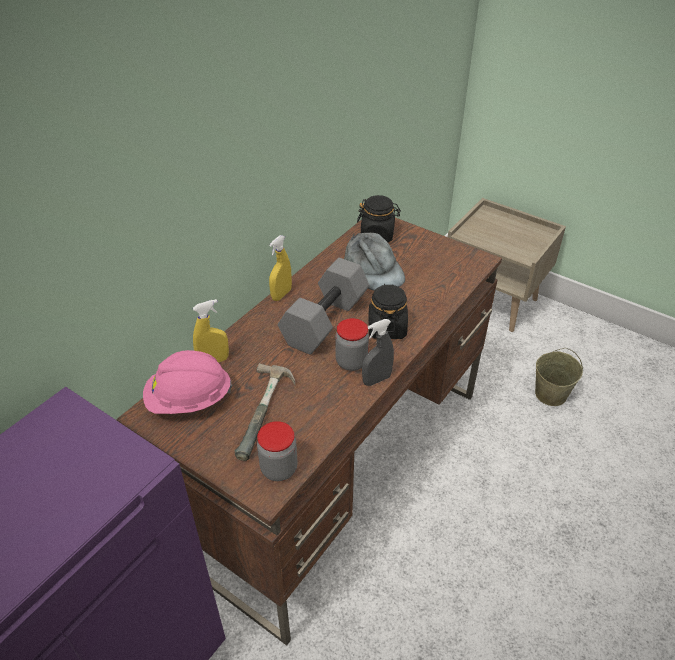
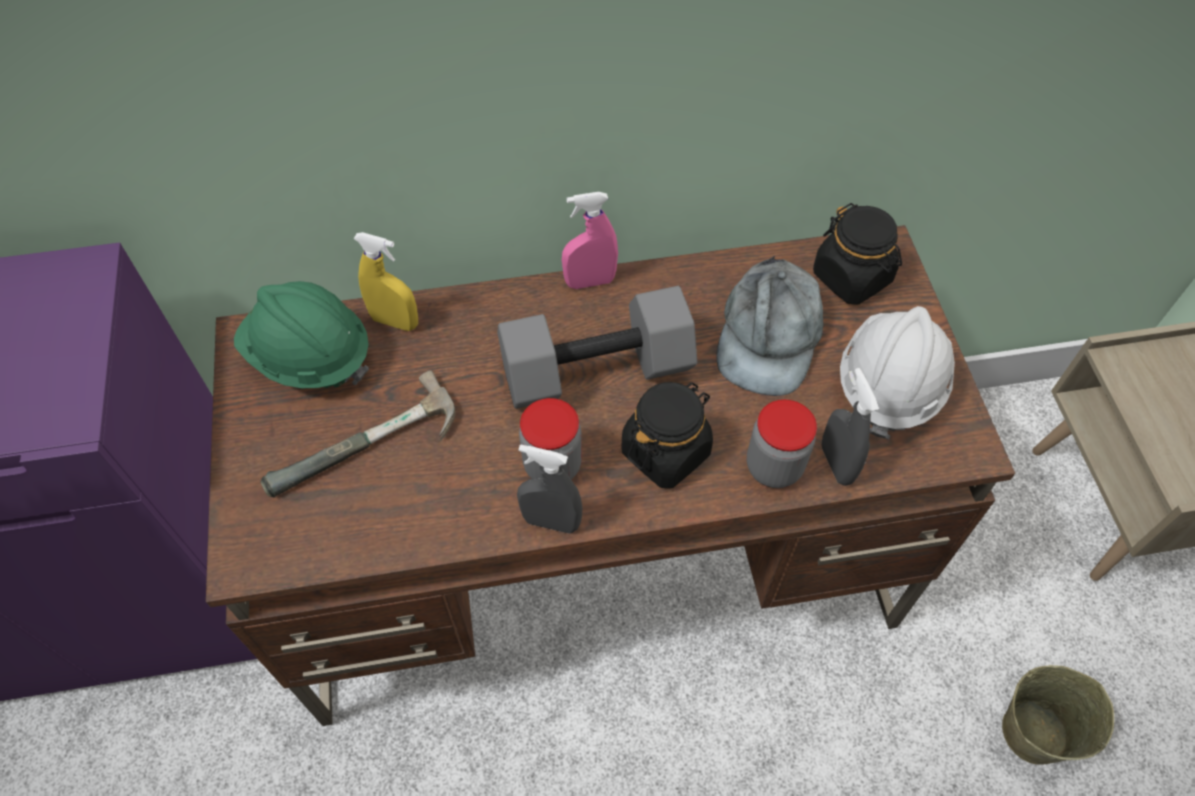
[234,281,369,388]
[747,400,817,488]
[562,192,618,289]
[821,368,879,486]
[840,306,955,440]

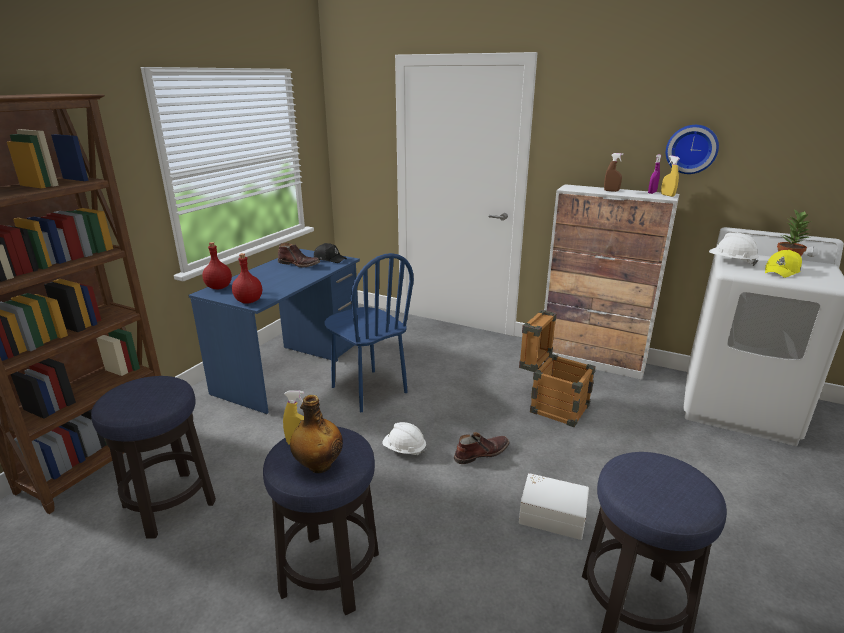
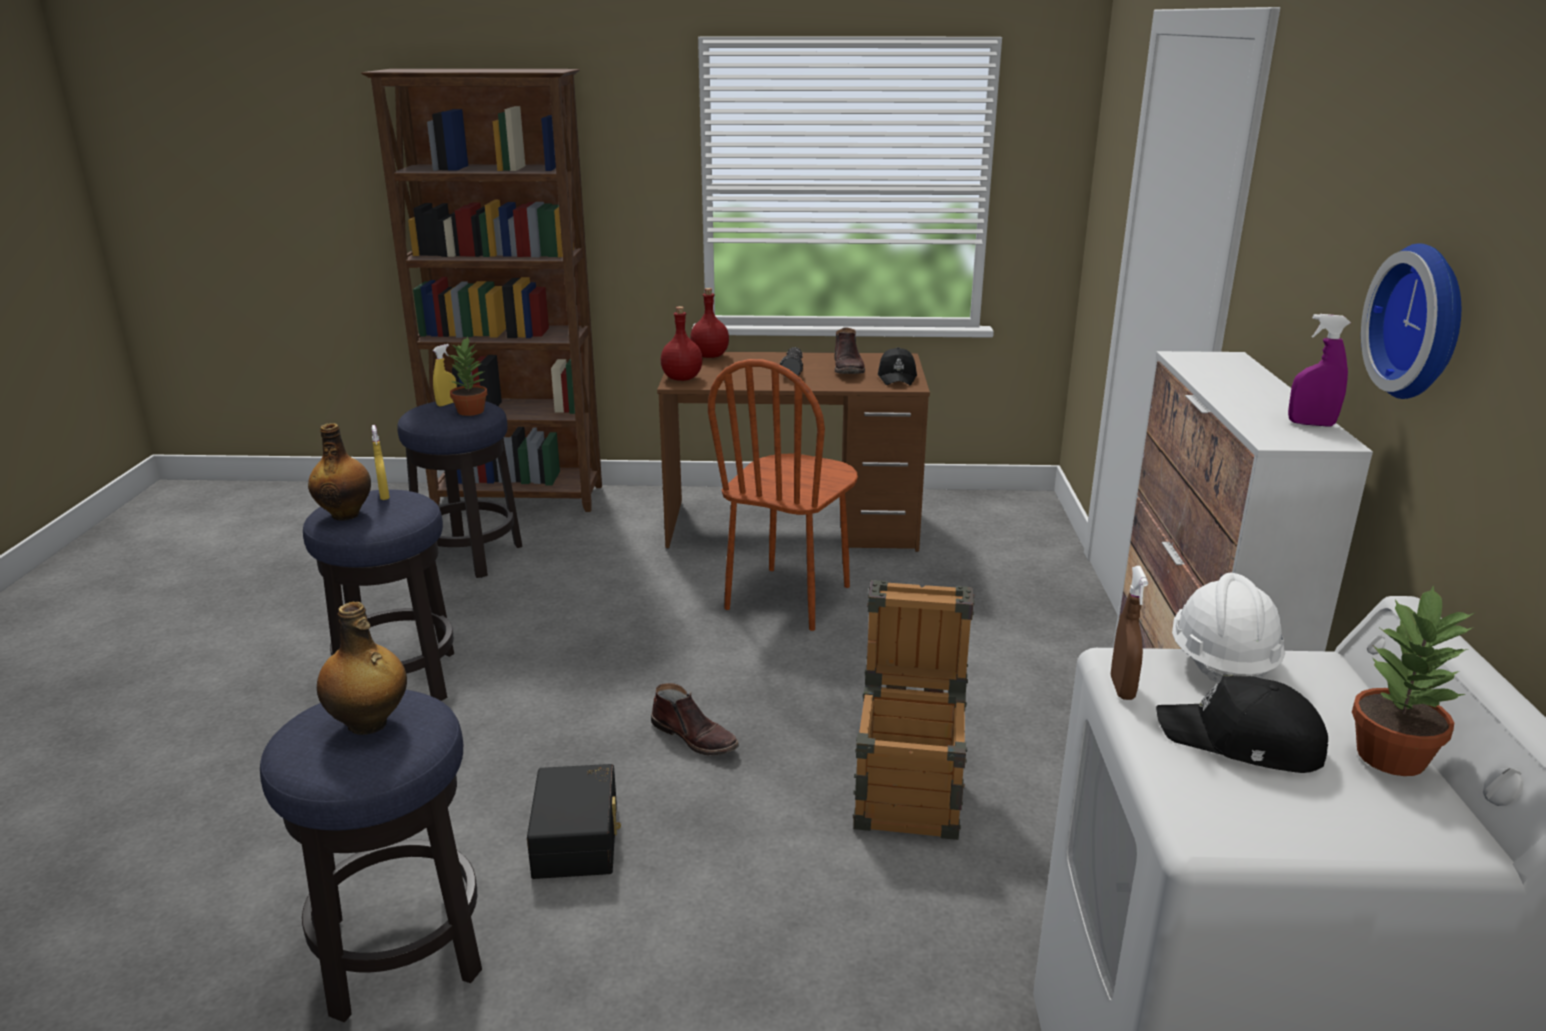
[657,352,930,552]
[708,359,858,631]
[382,422,426,455] (first image)
[527,764,621,879]
[1111,566,1148,700]
[433,344,457,406]
[1156,676,1328,773]
[317,602,407,735]
[447,337,487,416]
[780,347,803,377]

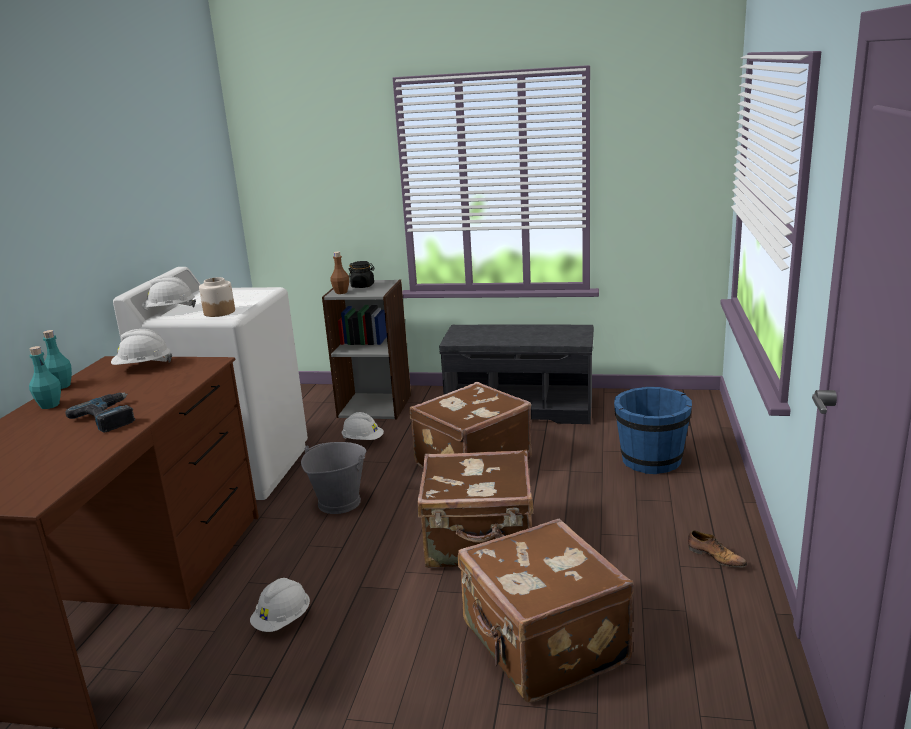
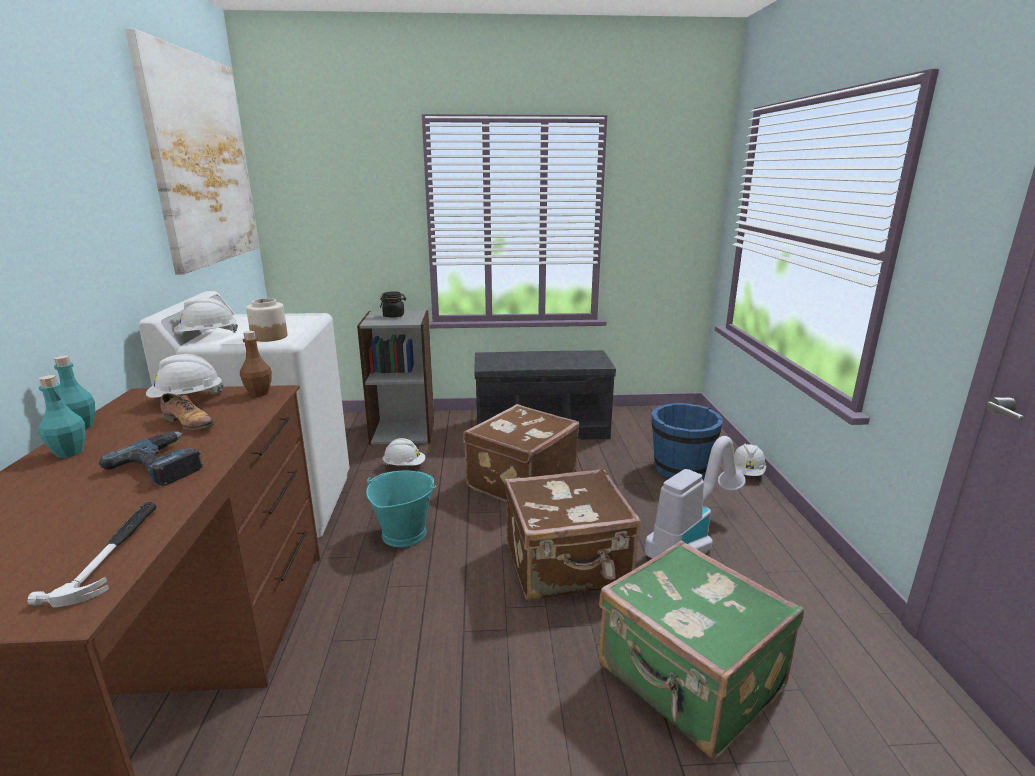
[734,444,766,476]
[366,470,436,547]
[240,331,272,397]
[599,540,804,759]
[160,393,214,430]
[27,502,156,607]
[125,28,259,275]
[645,436,746,558]

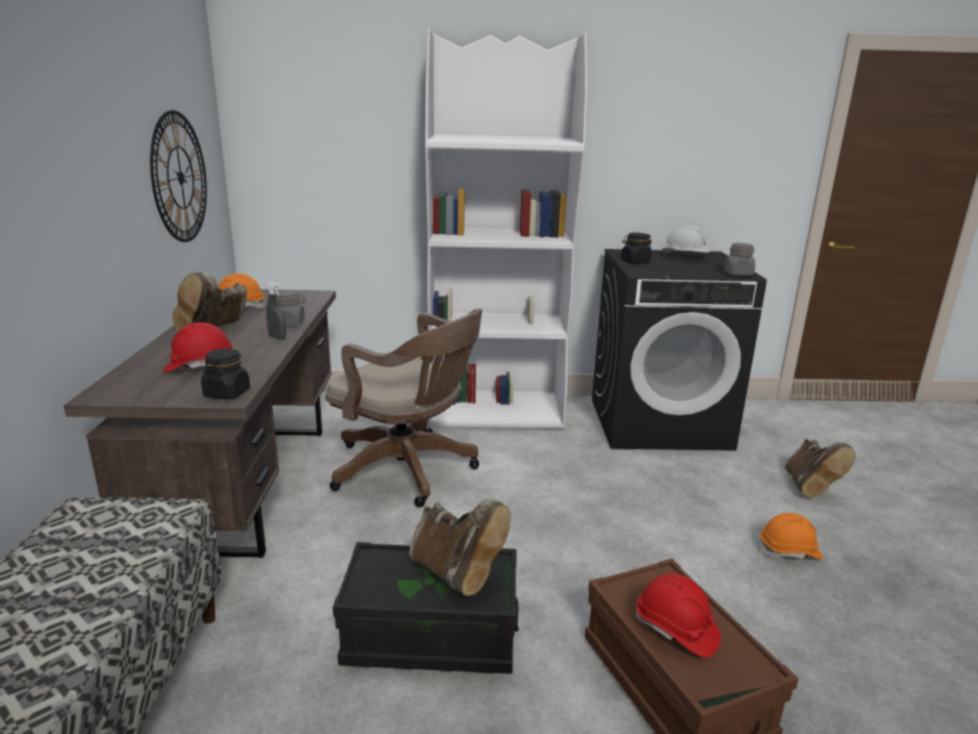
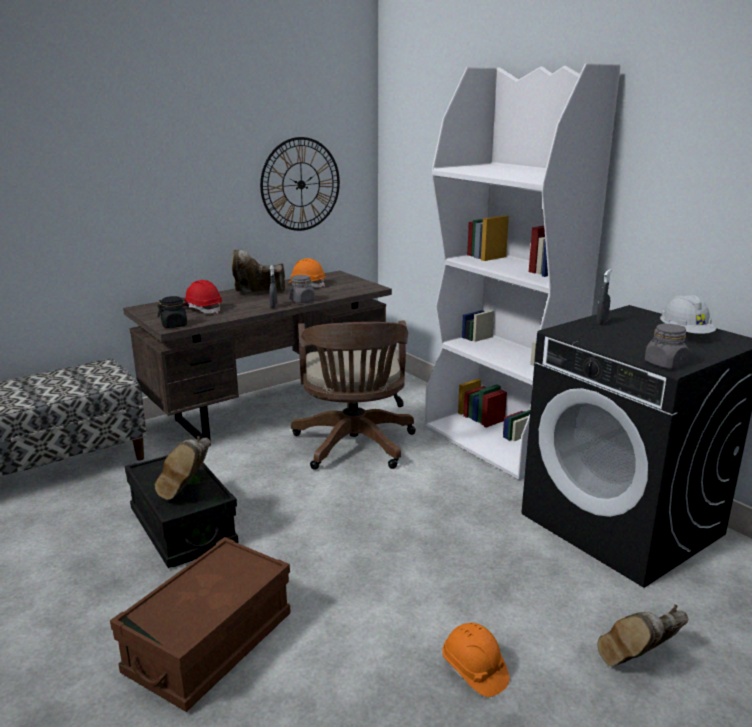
[596,269,612,325]
[636,574,721,658] (first image)

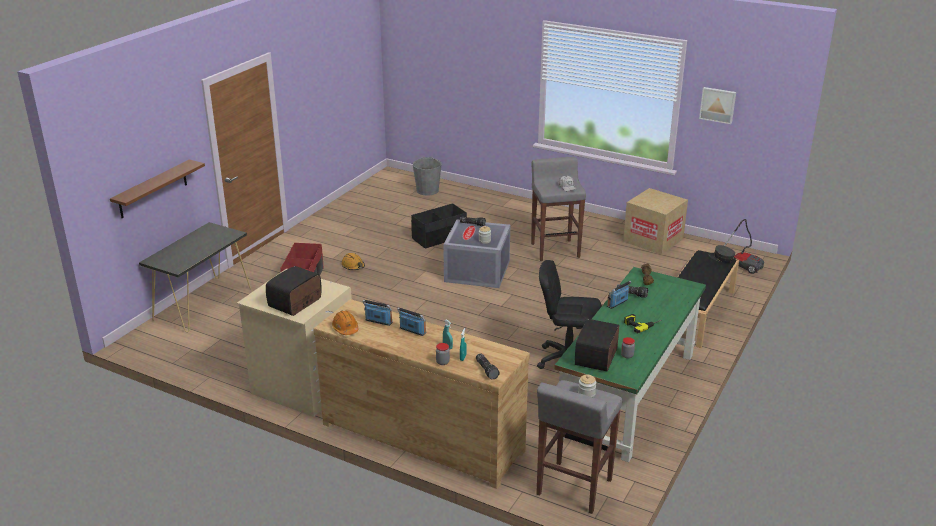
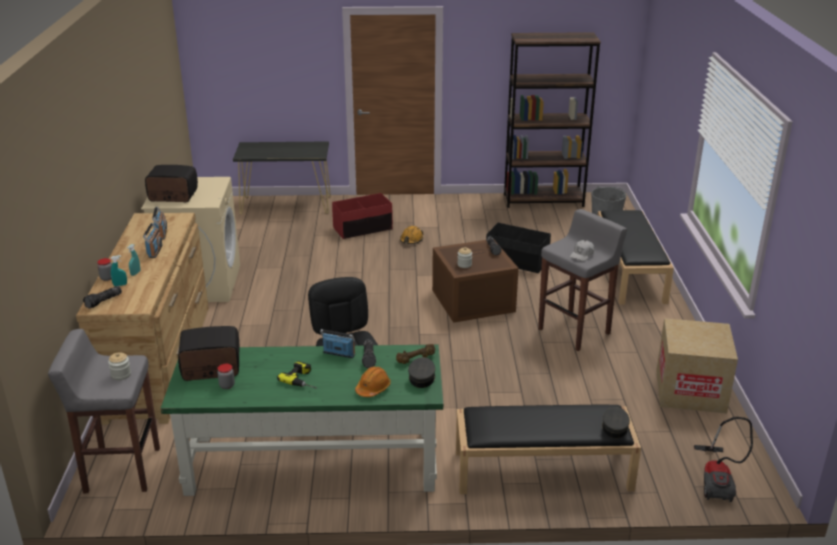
[110,160,205,218] (first image)
[355,366,391,397]
[432,240,519,323]
[699,87,736,124] (first image)
[408,357,435,388]
[504,32,601,208]
[598,210,674,305]

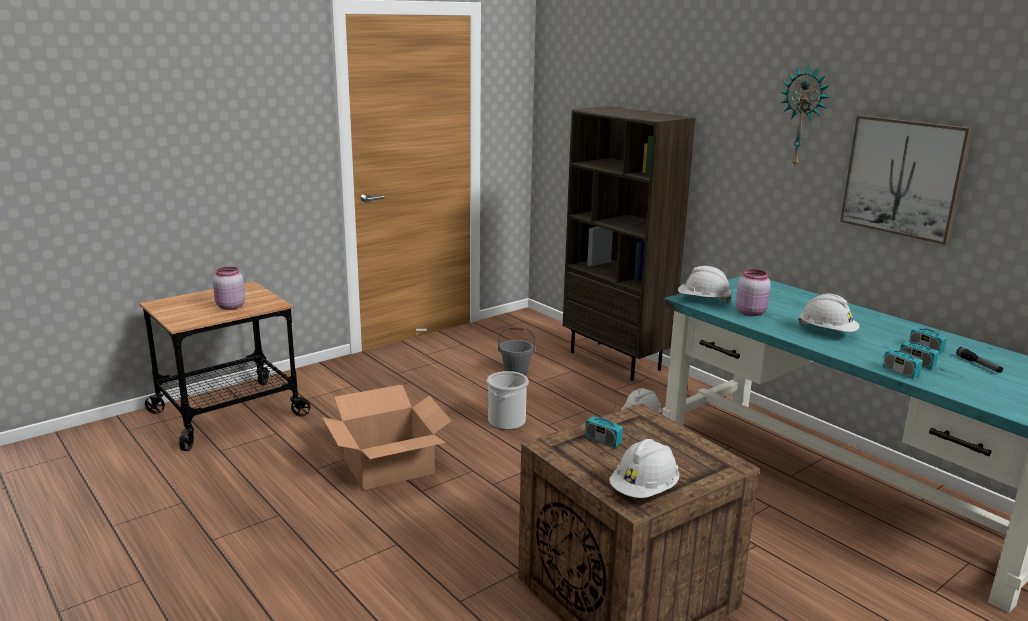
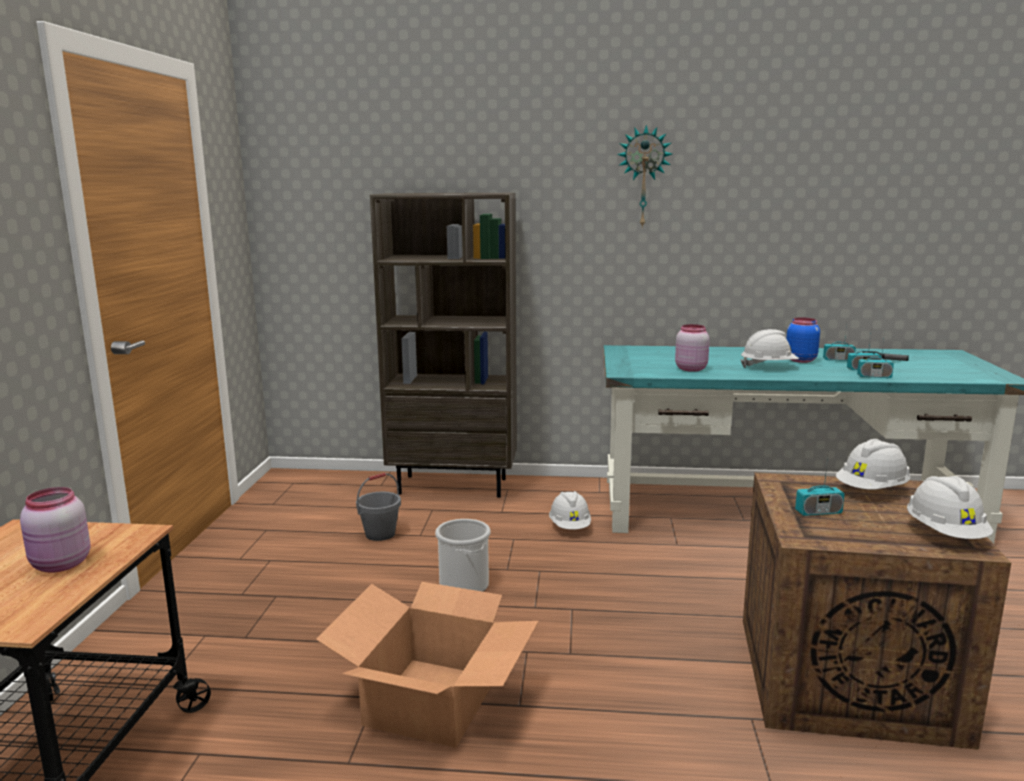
[836,439,910,490]
[840,115,973,245] (first image)
[786,317,820,363]

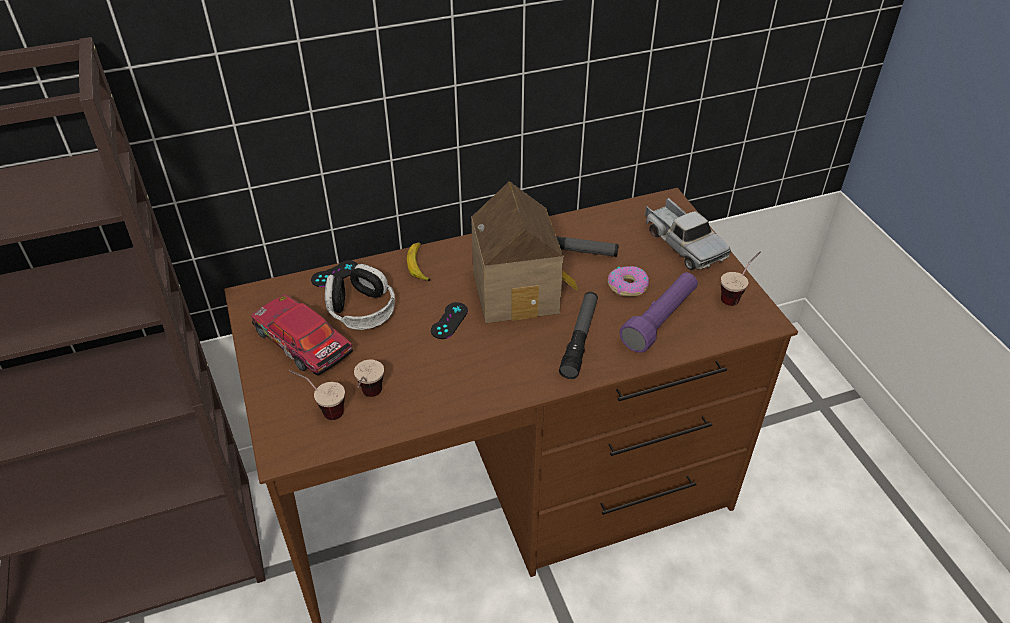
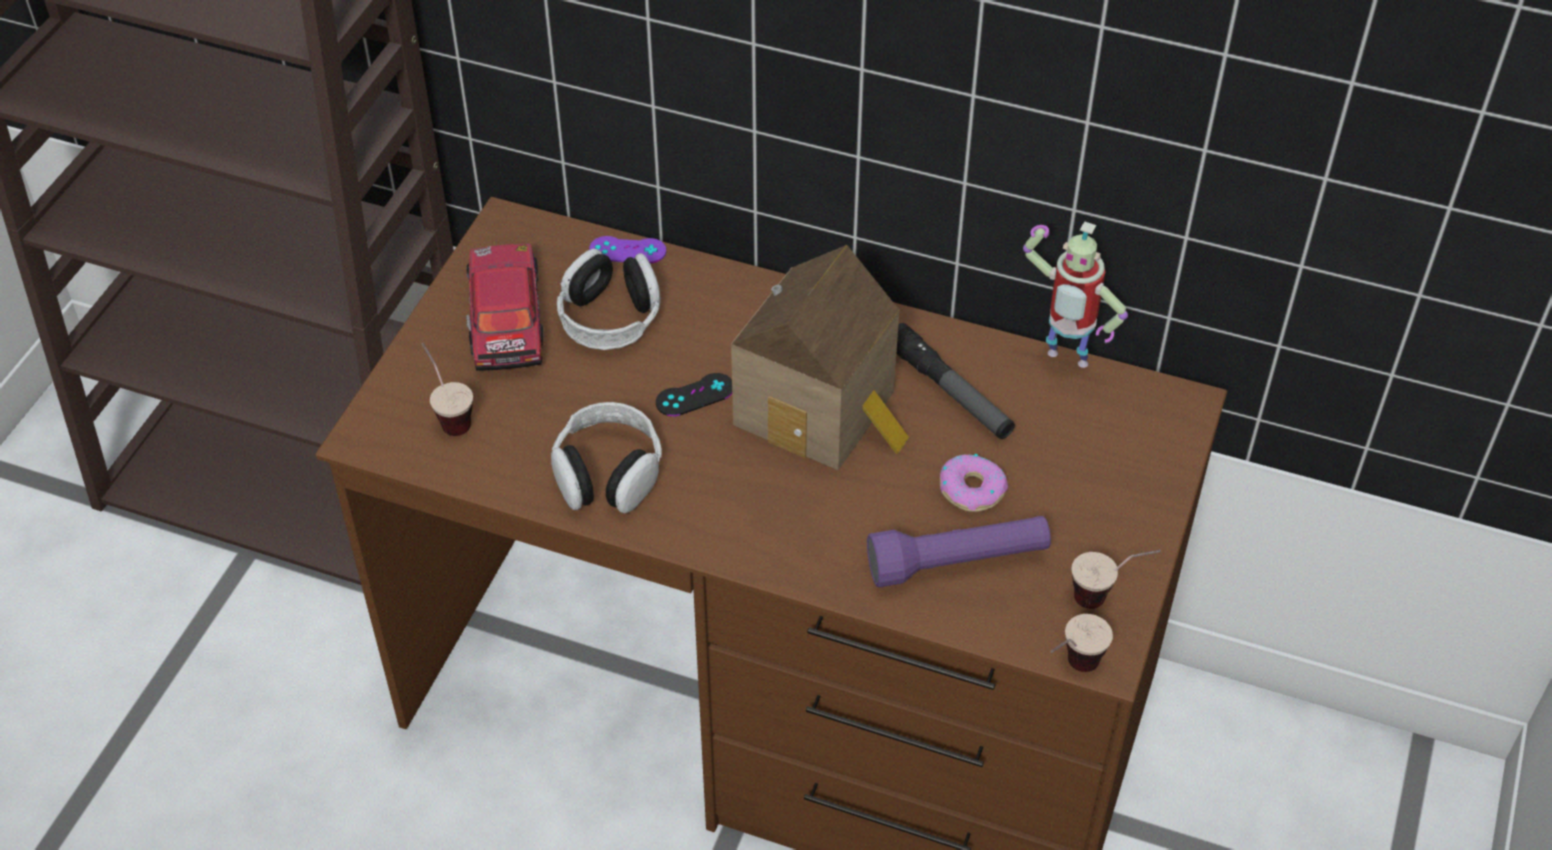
[589,236,666,263]
[1050,614,1113,672]
[407,242,431,281] (first image)
[559,292,598,379] (first image)
[645,198,731,270] (first image)
[551,402,662,513]
[1023,221,1128,368]

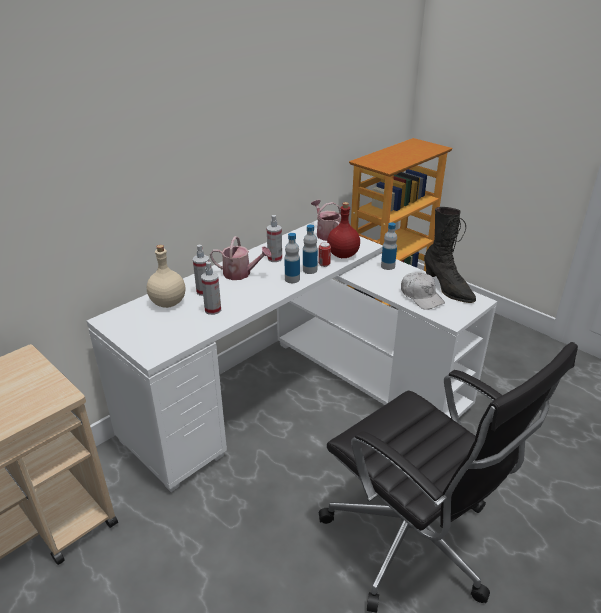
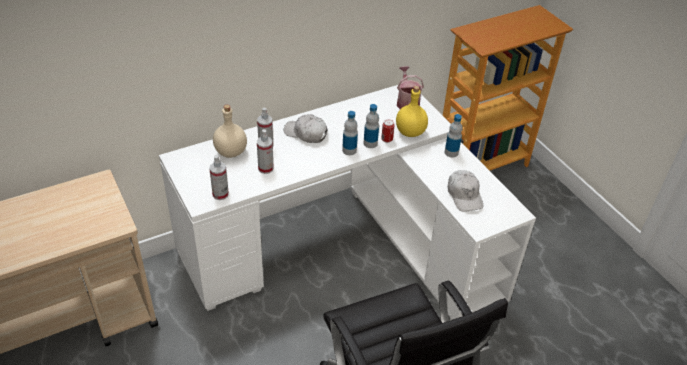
[284,114,327,143]
[209,155,229,200]
[396,86,428,137]
[424,207,476,303] (first image)

